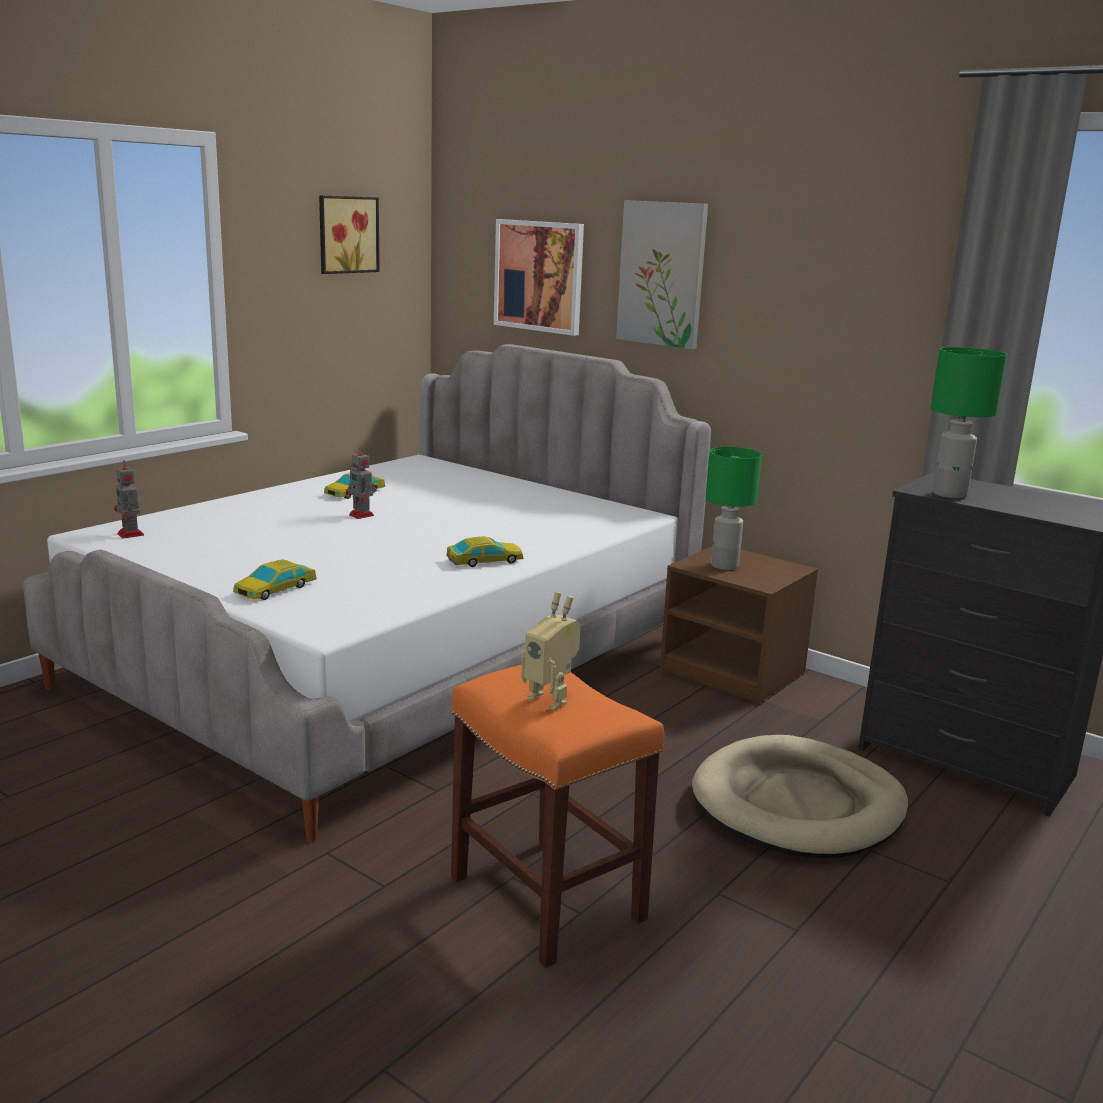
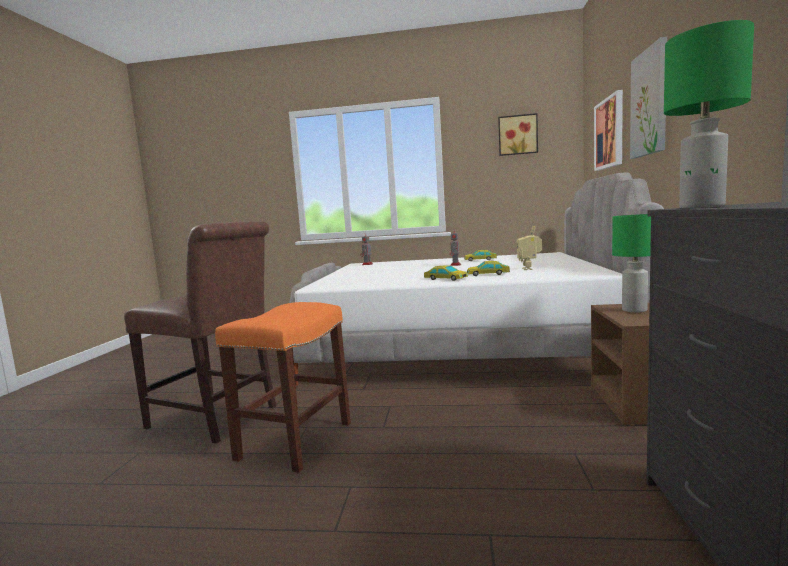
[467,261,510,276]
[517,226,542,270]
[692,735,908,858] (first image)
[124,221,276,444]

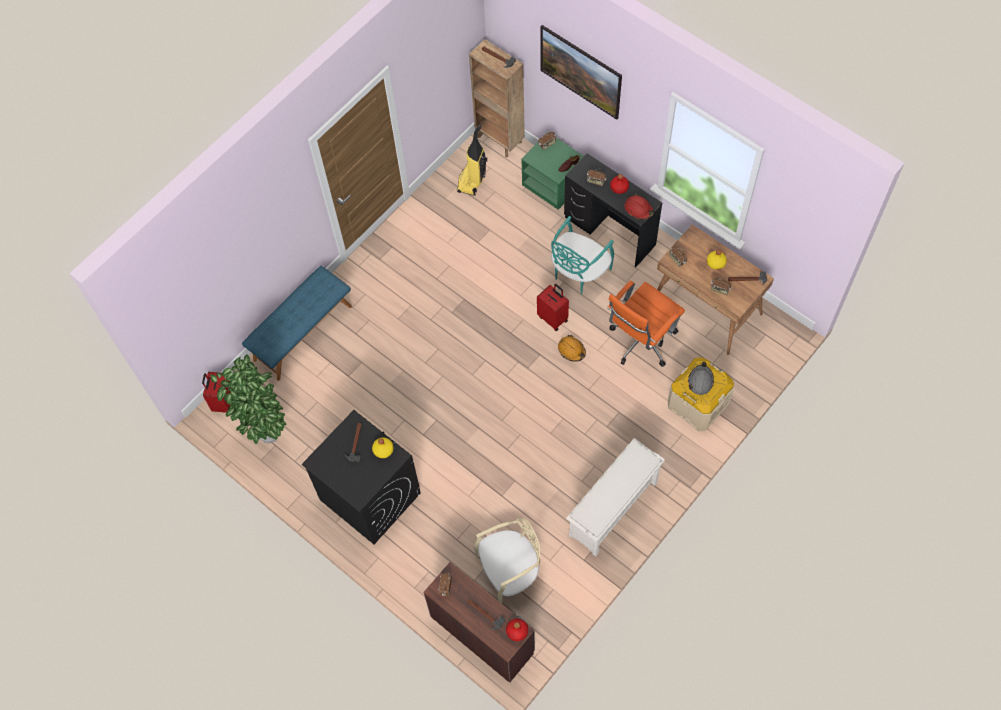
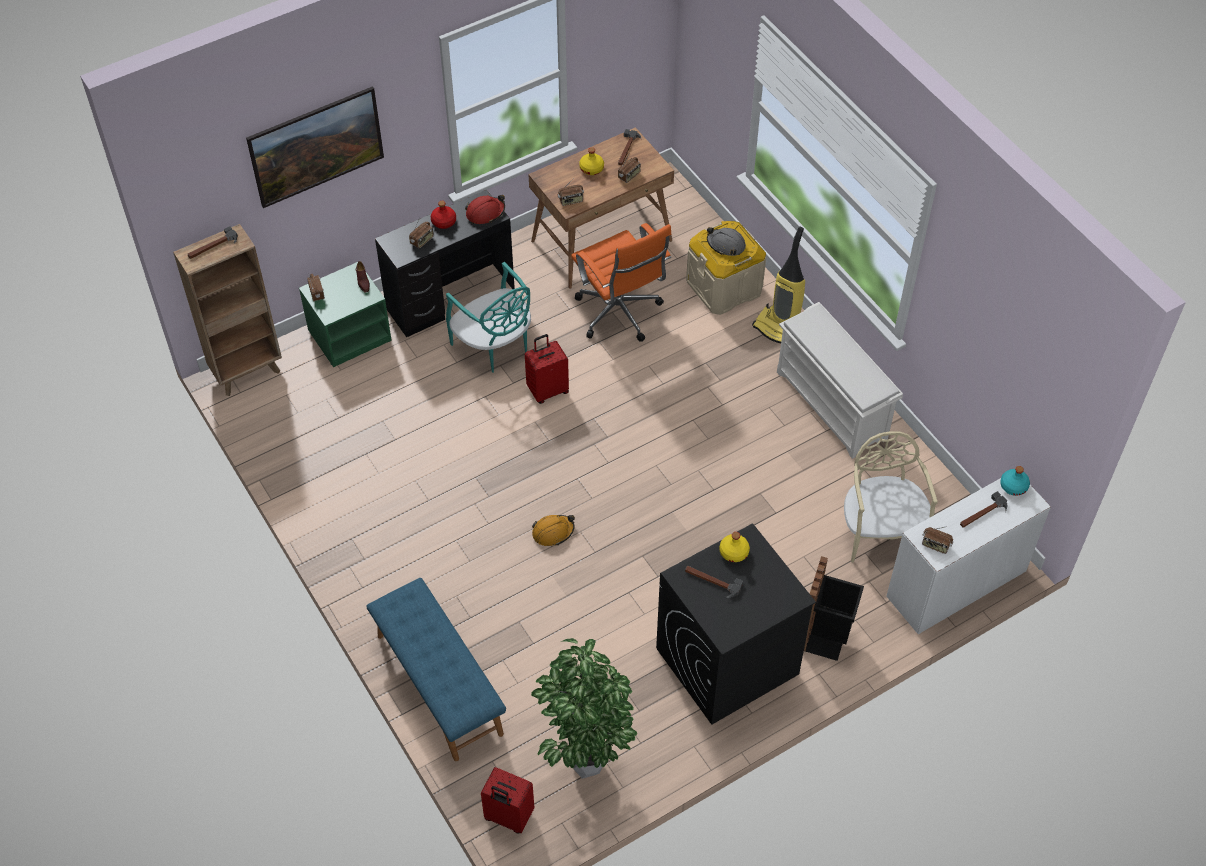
[886,478,1051,634]
[752,226,805,344]
[1000,466,1030,496]
[532,515,575,546]
[804,556,864,661]

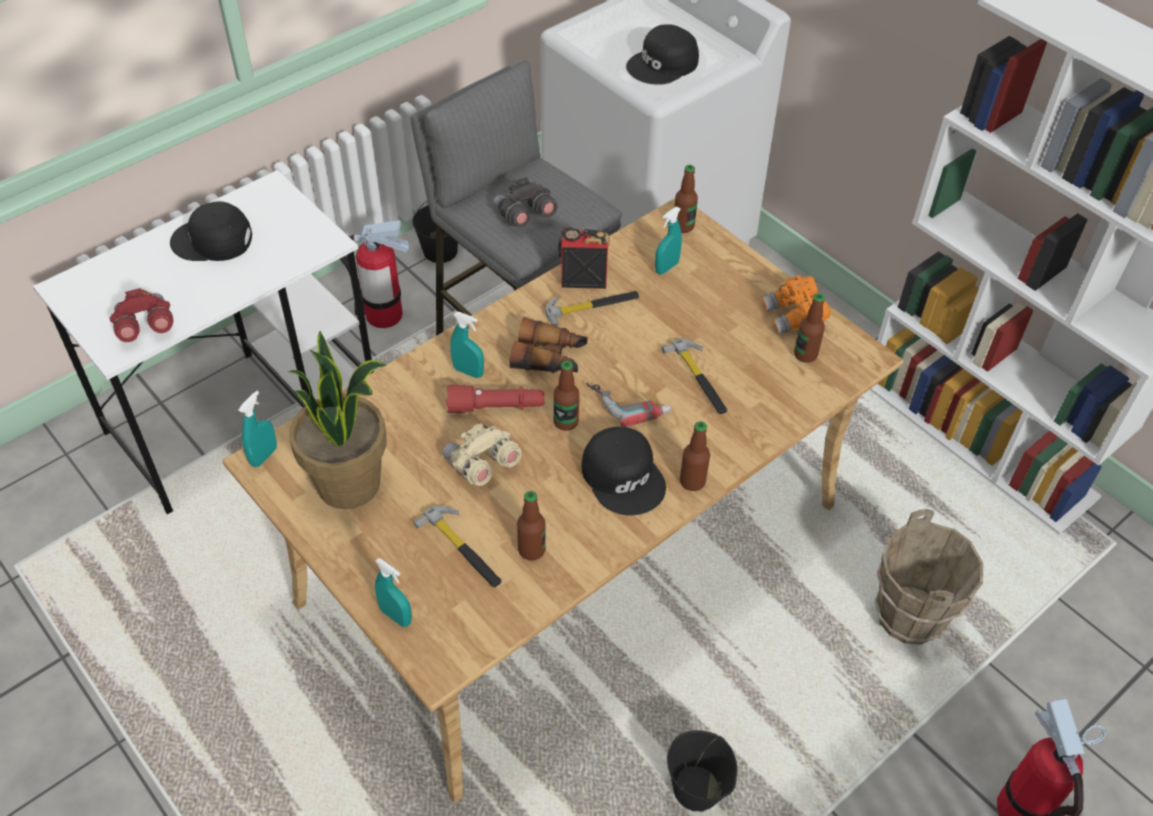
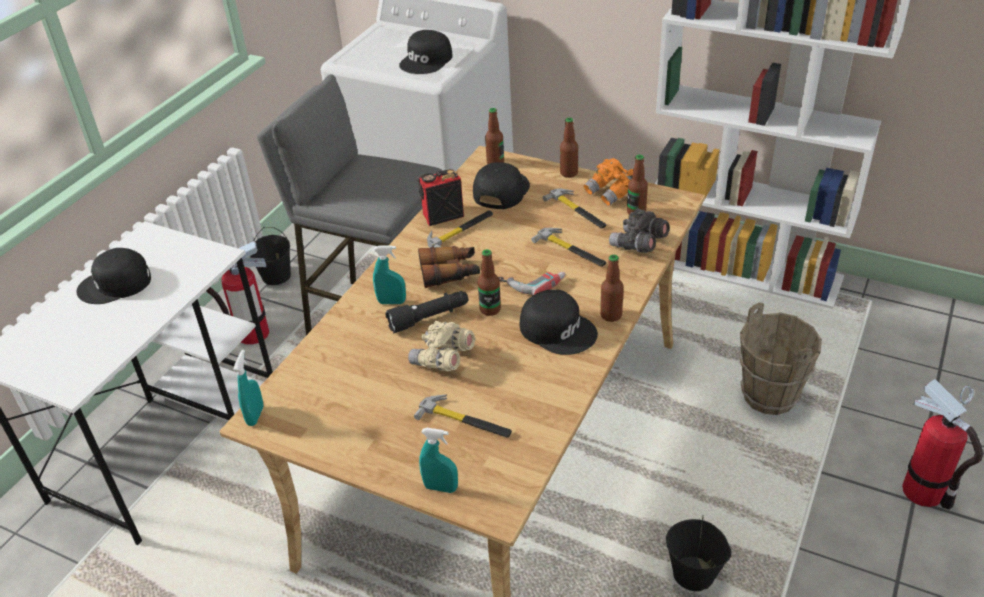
[110,288,174,342] (first image)
[287,331,387,509] (first image)
[385,291,468,333]
[609,208,670,253]
[560,117,578,178]
[473,162,530,209]
[543,188,607,229]

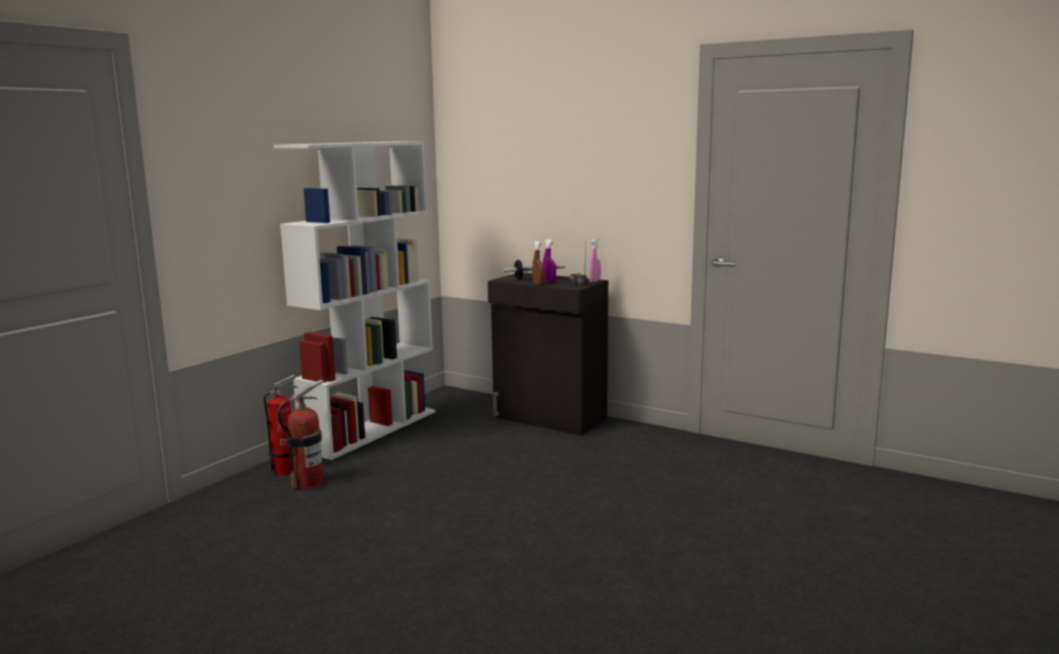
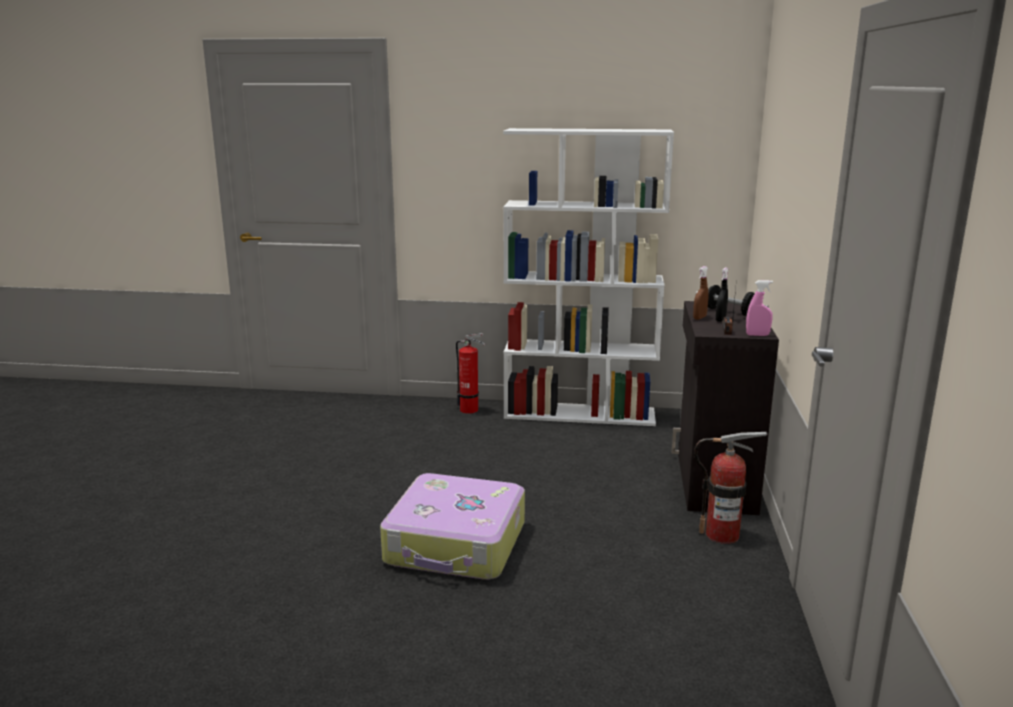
[694,432,767,544]
[716,267,728,322]
[380,473,525,580]

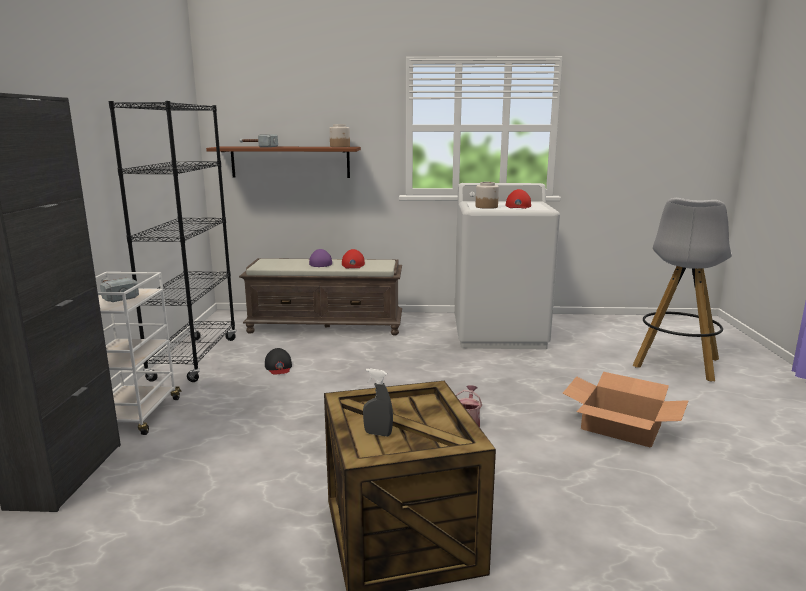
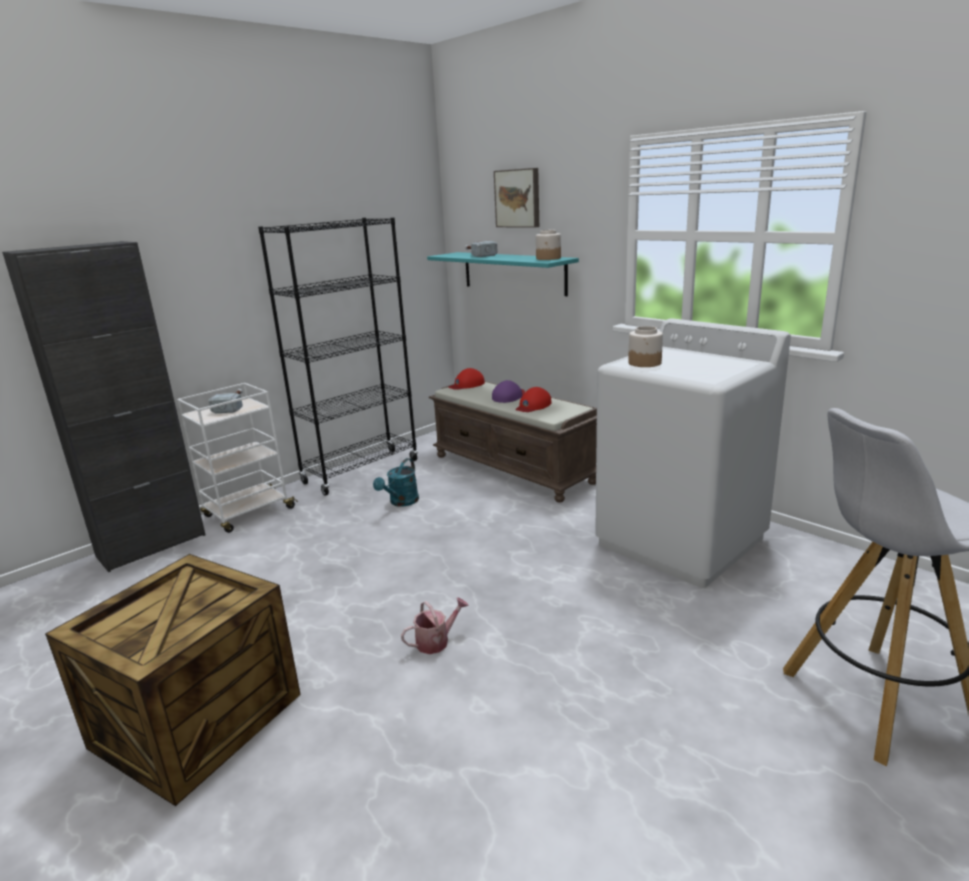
[427,252,579,296]
[373,458,419,507]
[363,368,393,436] (first image)
[448,368,485,390]
[563,372,689,448] (first image)
[494,168,539,228]

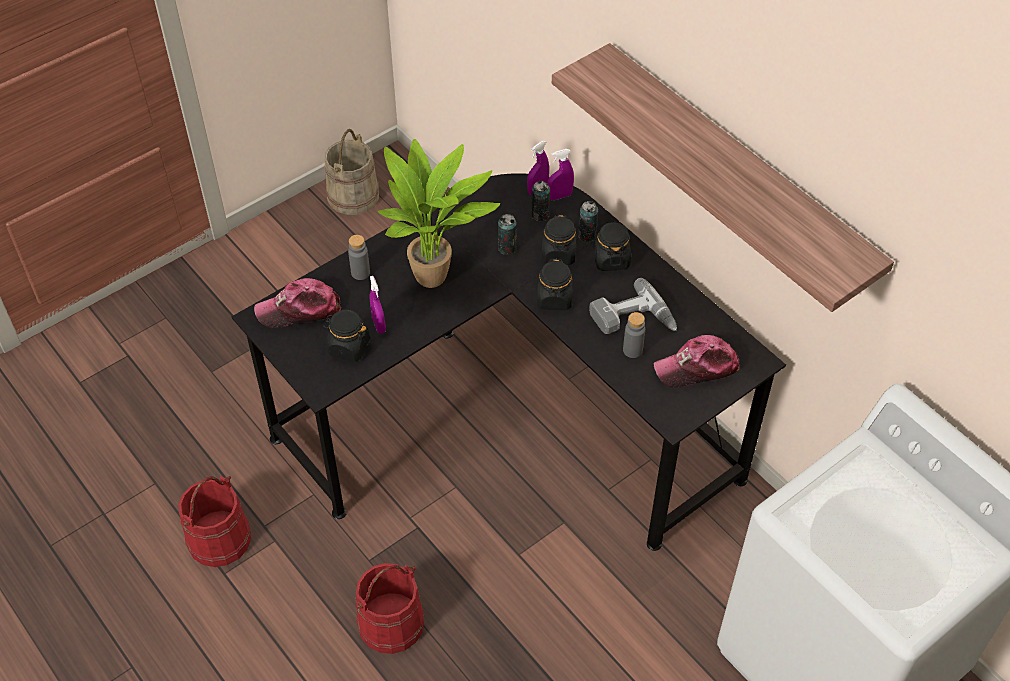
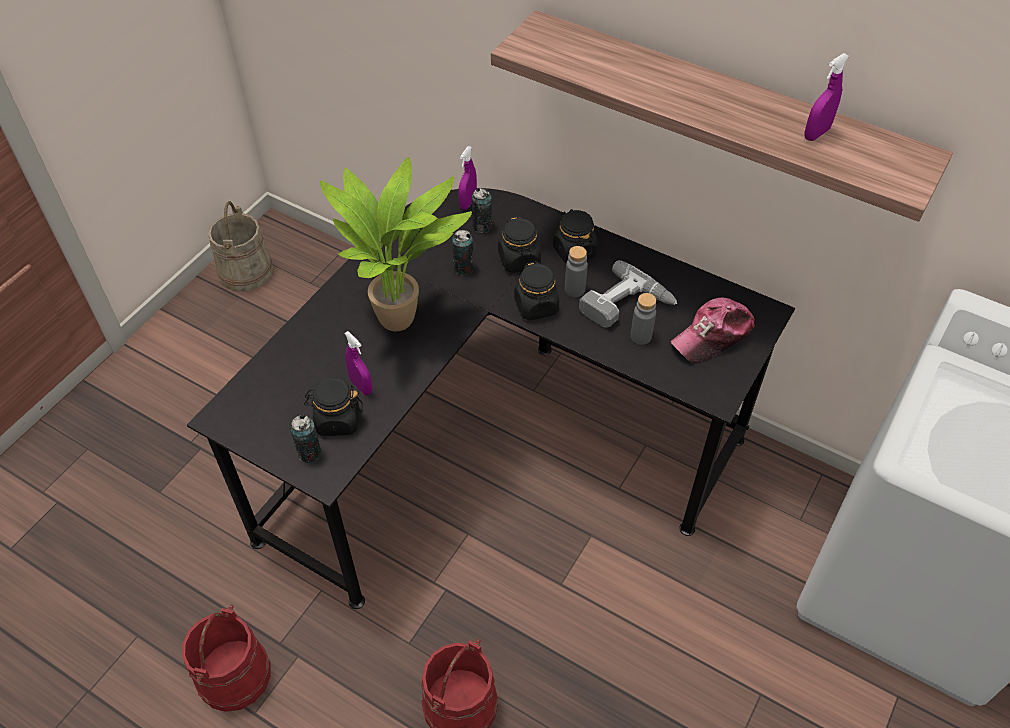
[254,278,341,328] (first image)
[565,246,588,297]
[804,53,849,141]
[290,415,321,463]

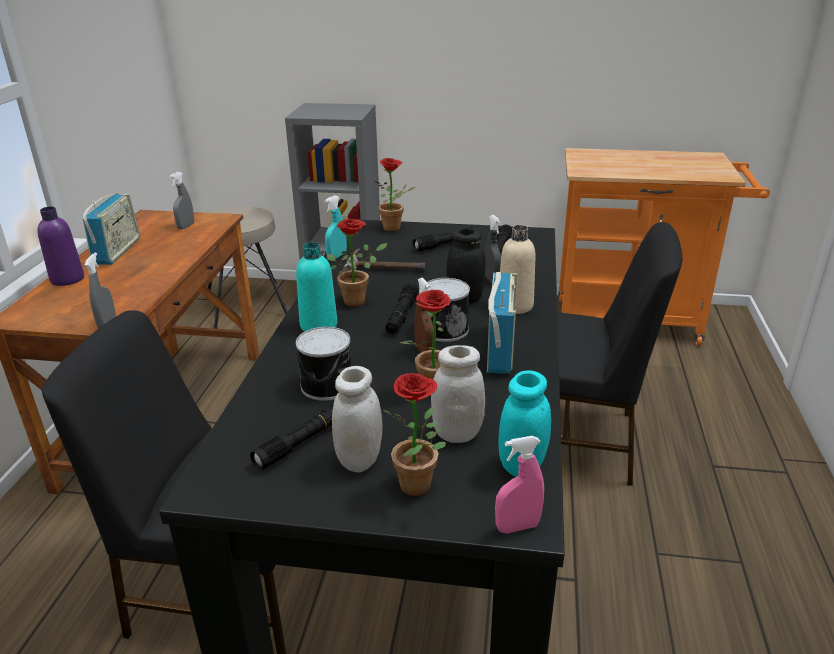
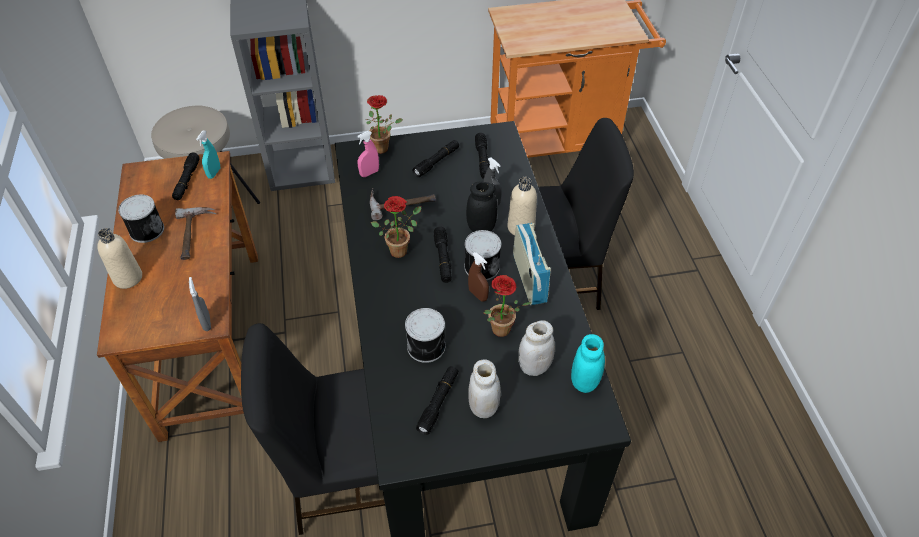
[97,228,142,289]
[118,195,164,243]
[172,153,199,200]
[296,242,337,332] (first image)
[196,130,221,179]
[382,373,446,496] (first image)
[357,131,379,177]
[175,207,216,260]

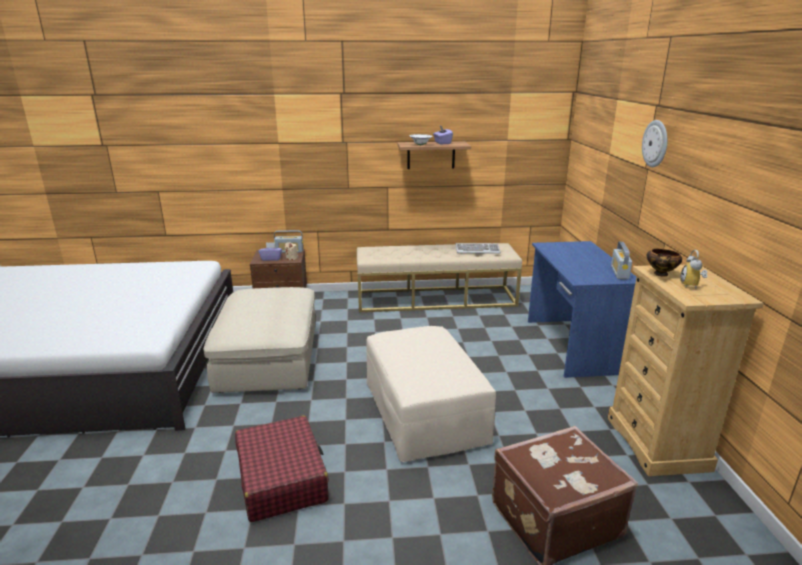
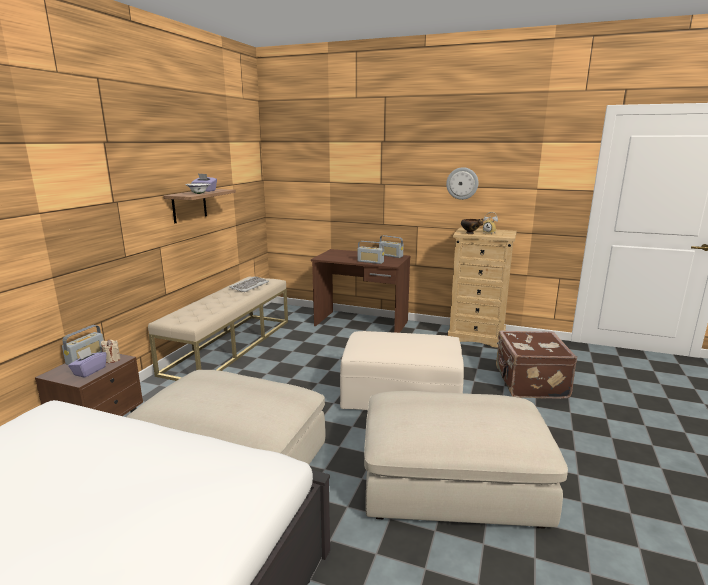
[364,391,568,529]
[311,249,411,333]
[446,167,478,200]
[358,241,384,264]

